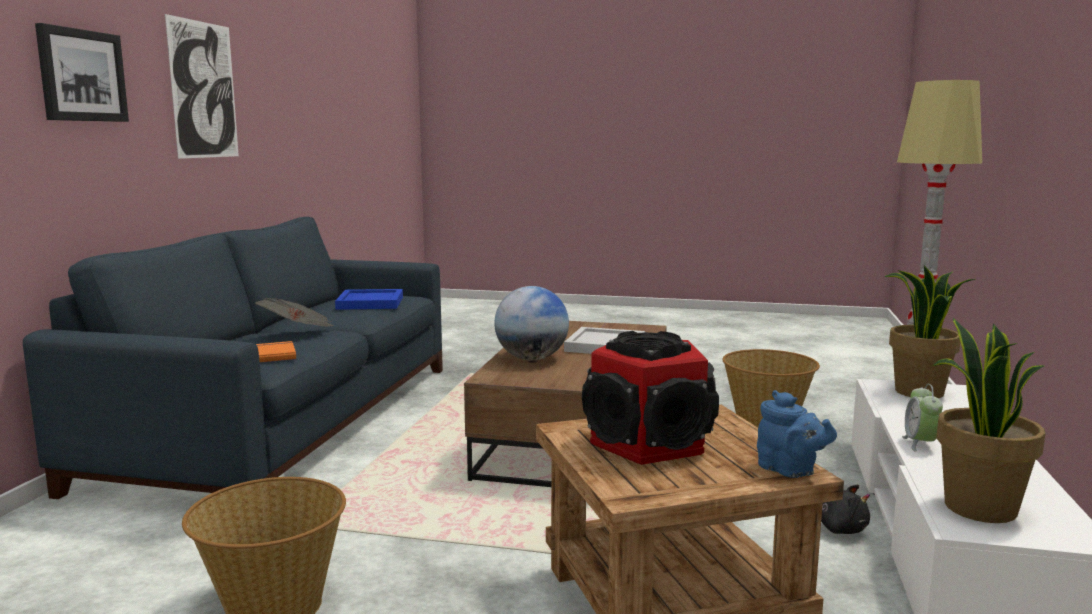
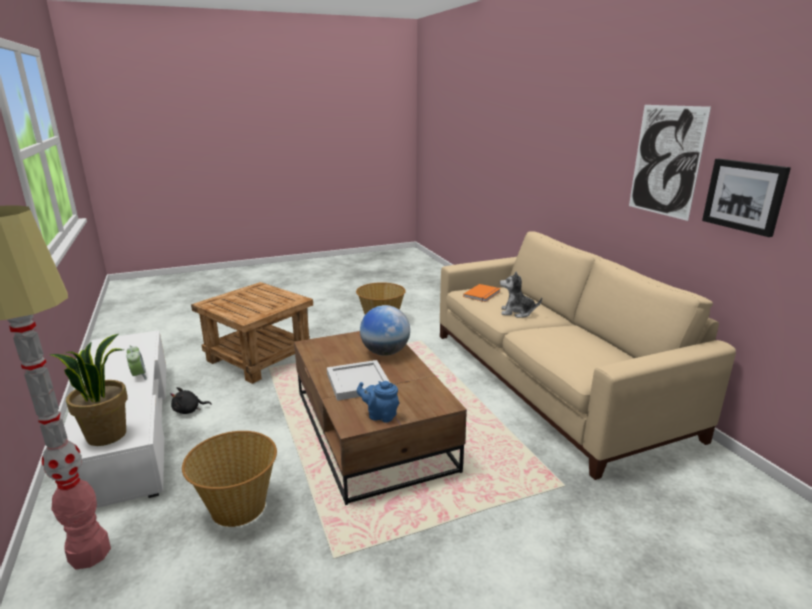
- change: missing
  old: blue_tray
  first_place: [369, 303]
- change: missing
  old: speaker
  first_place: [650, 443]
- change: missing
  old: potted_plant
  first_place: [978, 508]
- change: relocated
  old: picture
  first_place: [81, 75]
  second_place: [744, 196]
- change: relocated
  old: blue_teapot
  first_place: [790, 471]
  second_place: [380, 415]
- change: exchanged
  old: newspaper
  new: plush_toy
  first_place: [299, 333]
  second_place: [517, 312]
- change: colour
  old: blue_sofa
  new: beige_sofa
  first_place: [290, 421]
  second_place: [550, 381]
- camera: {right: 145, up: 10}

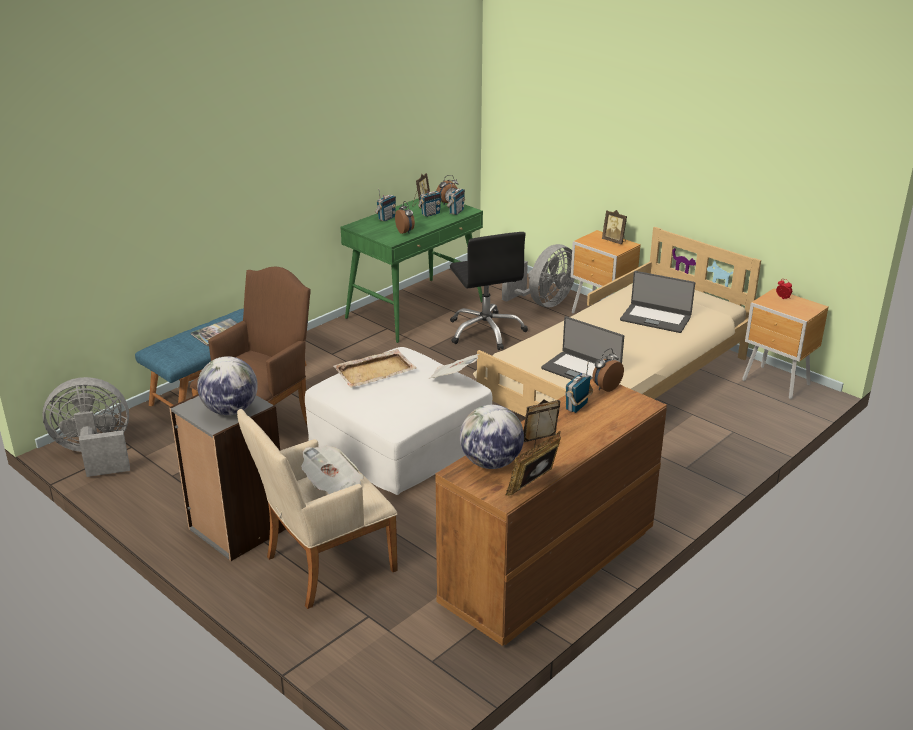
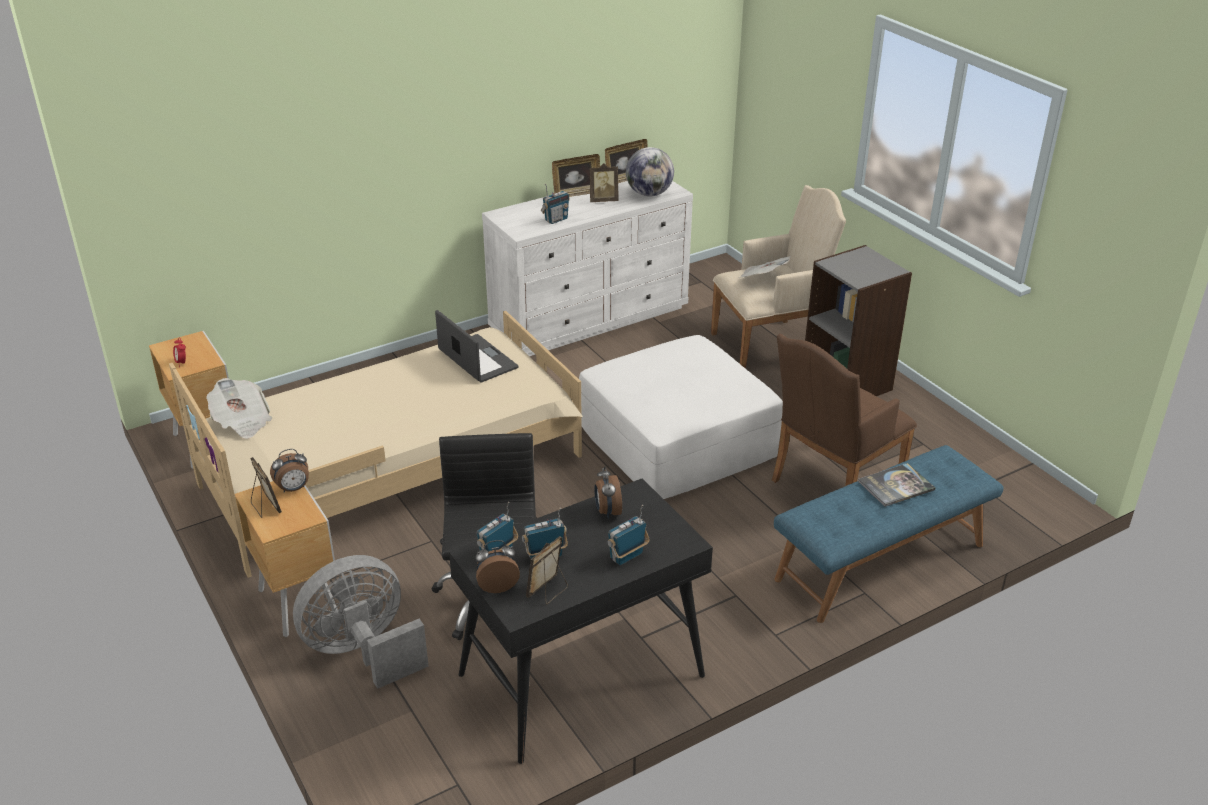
- change: missing
  old: grey_fan
  first_place: [96, 454]
- change: missing
  old: globe
  first_place: [230, 410]
- change: missing
  old: beige_tray
  first_place: [375, 370]
- change: missing
  old: laptop
  first_place: [655, 318]
- change: appeared
  new: picture_frame
  second_place: [576, 193]
- change: relocated
  old: newspaper
  first_place: [453, 378]
  second_place: [242, 421]
- change: relocated
  old: alarm_clock
  first_place: [605, 387]
  second_place: [293, 489]
- change: colour
  old: green_desk
  new: black_desk
  first_place: [415, 309]
  second_place: [581, 677]
- change: colour
  old: brown_dresser
  new: white_dresser
  first_place: [548, 568]
  second_place: [590, 317]
- camera: {right: -165, up: 5}

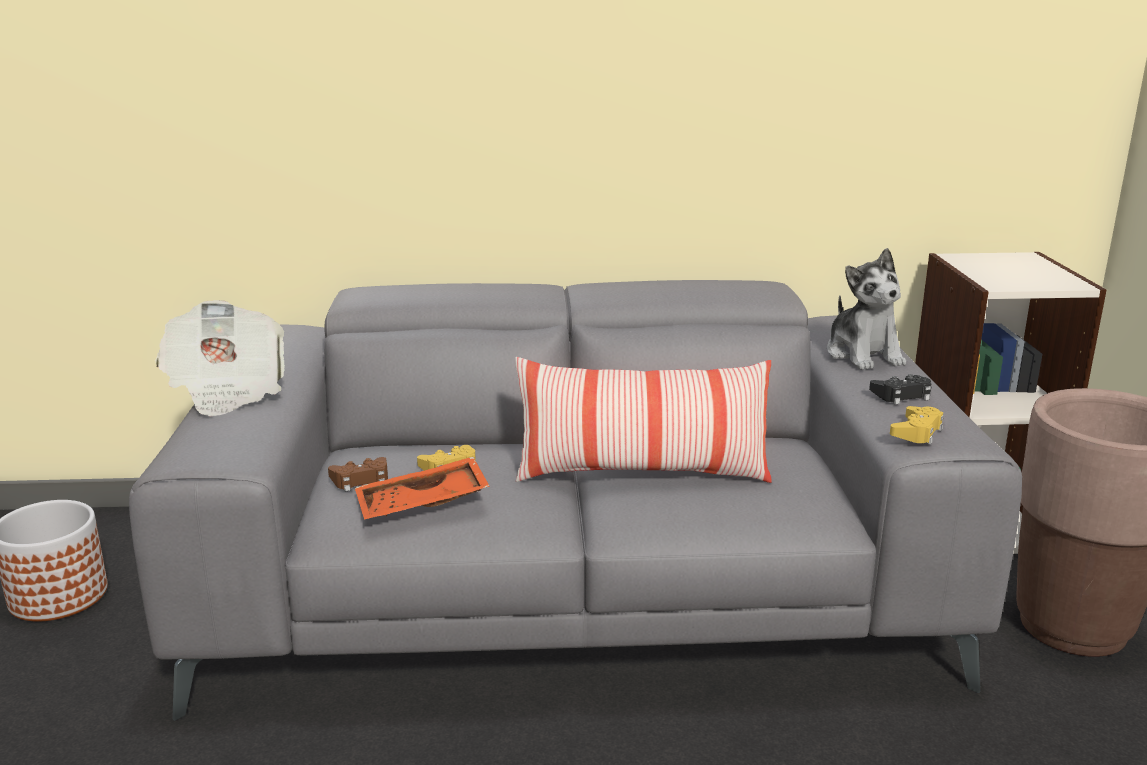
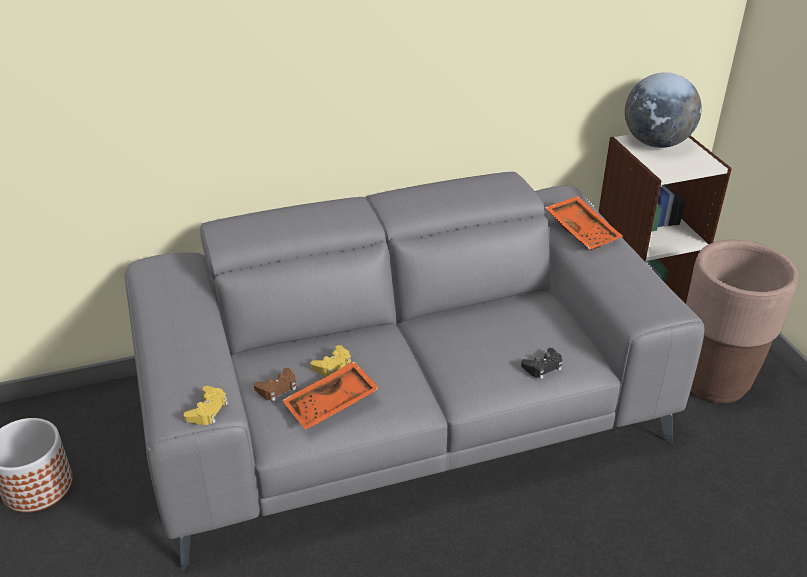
- change: missing
  old: newspaper
  first_place: [226, 390]
- change: missing
  old: pillow
  first_place: [642, 474]
- change: appeared
  new: globe
  second_place: [656, 143]
- change: relocated
  old: black_game_controller
  first_place: [902, 395]
  second_place: [543, 367]
- change: relocated
  old: yellow_game_controller
  first_place: [917, 432]
  second_place: [207, 410]
- change: exchanged
  old: plush_toy
  new: orange_tray
  first_place: [863, 355]
  second_place: [583, 230]
- camera: {right: -15, up: 15}

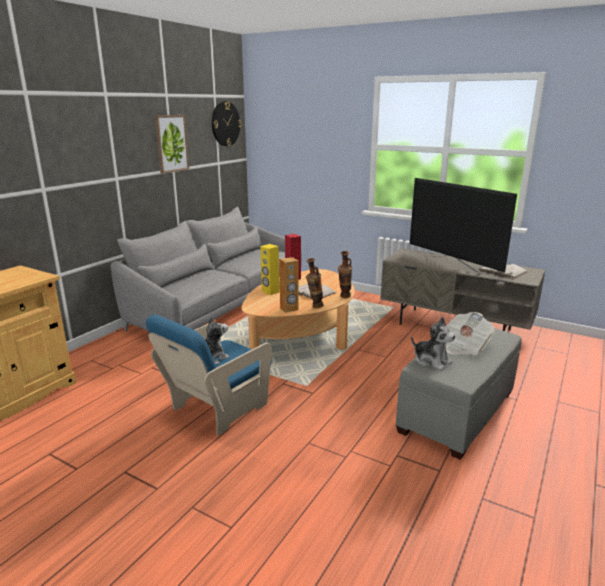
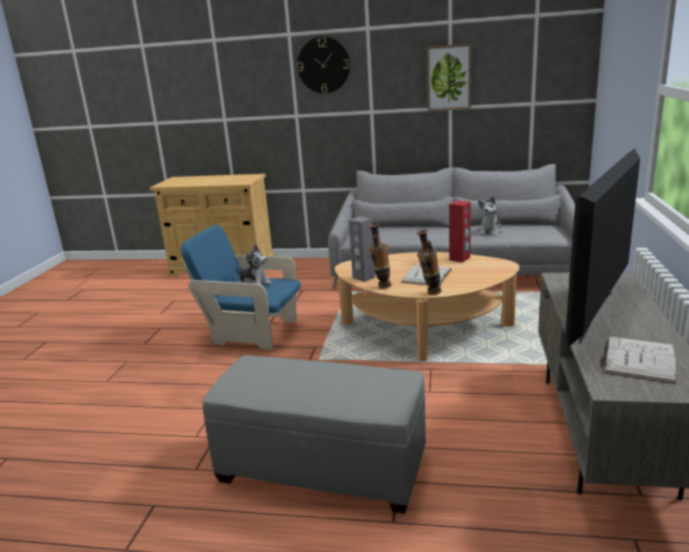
- change: missing
  old: yellow_speaker
  first_place: [270, 292]
- change: missing
  old: newspaper
  first_place: [464, 346]
- change: relocated
  old: wall_clock
  first_place: [225, 124]
  second_place: [323, 65]
- change: relocated
  old: plush_toy
  first_place: [431, 361]
  second_place: [490, 231]
- change: colour
  old: brown_speaker
  new: grey_speaker
  first_place: [289, 309]
  second_place: [363, 277]
- camera: {right: 70, up: 0}

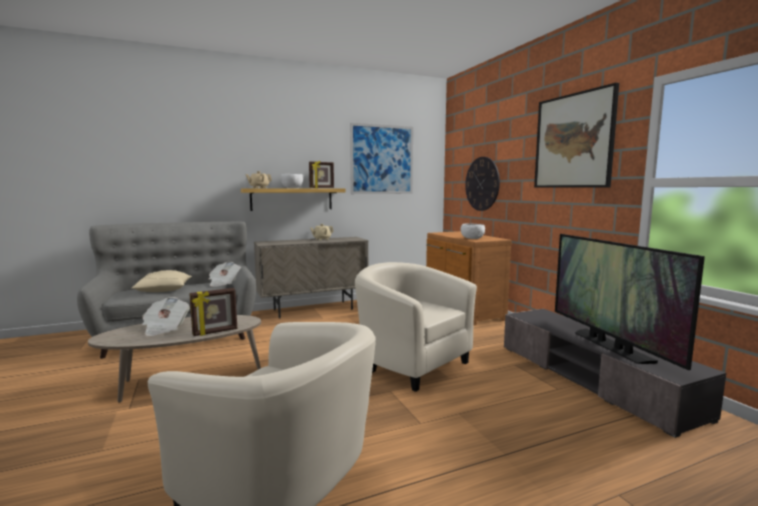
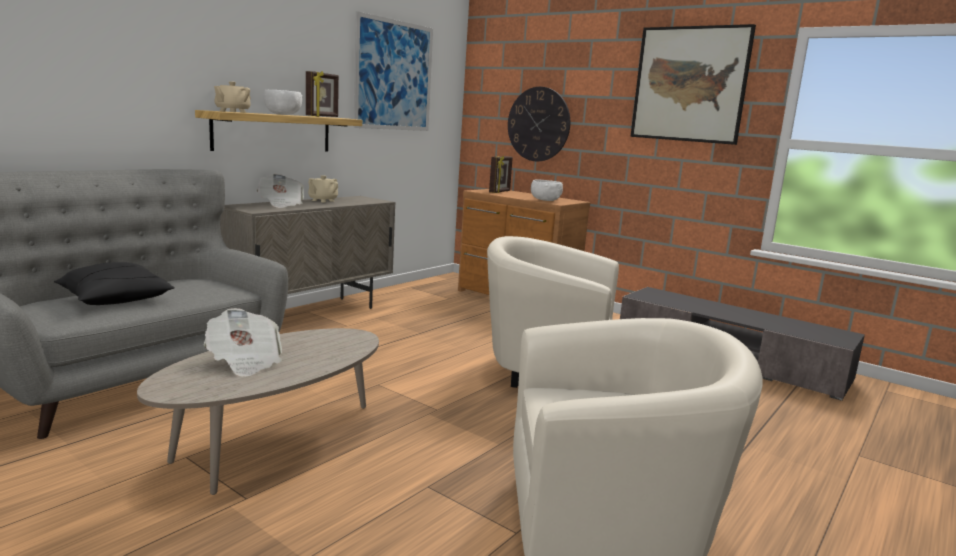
- change: missing
  old: television
  first_place: [610, 346]
- change: relocated
  old: picture_frame
  first_place: [215, 332]
  second_place: [500, 192]
- change: relocated
  old: newspaper
  first_place: [224, 283]
  second_place: [281, 204]
- change: colour
  old: beige_pillow
  new: black_pillow
  first_place: [163, 290]
  second_place: [116, 300]
- camera: {right: -30, up: 5}

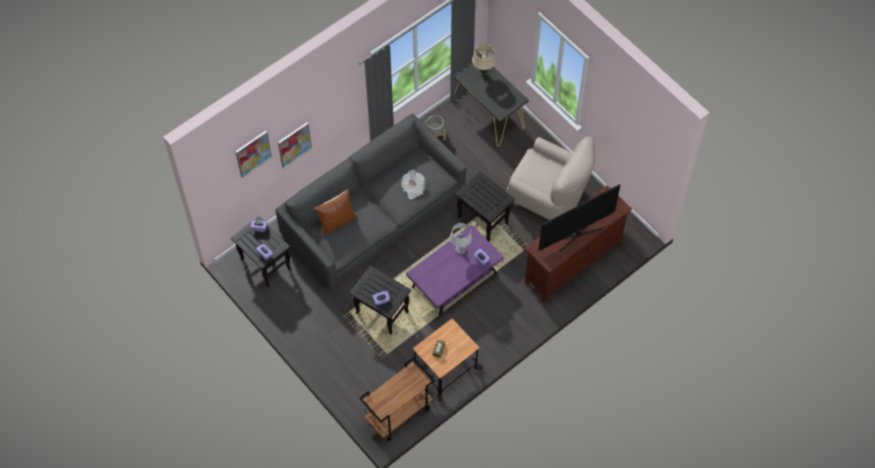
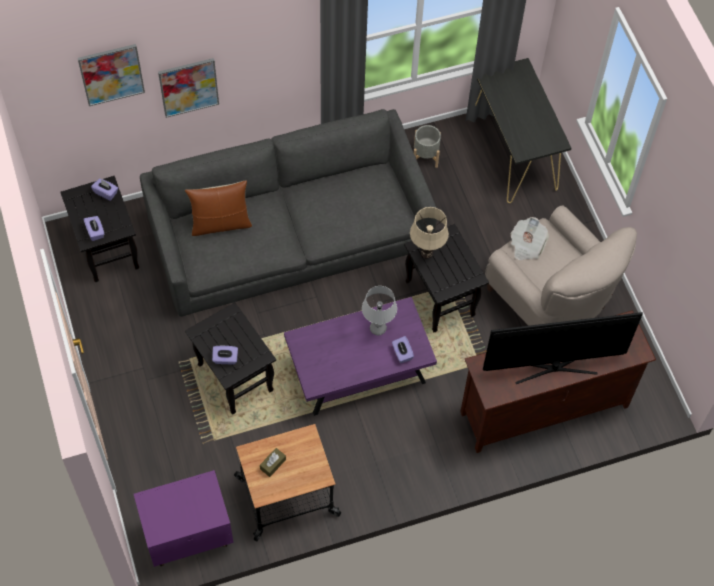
- change: relocated
  old: newspaper
  first_place: [413, 188]
  second_place: [526, 245]
- change: relocated
  old: beige_table_lamp
  first_place: [483, 74]
  second_place: [426, 253]
- change: exchanged
  old: brown_cart
  new: purple_nightstand
  first_place: [398, 414]
  second_place: [188, 536]
- camera: {right: 20, up: 0}

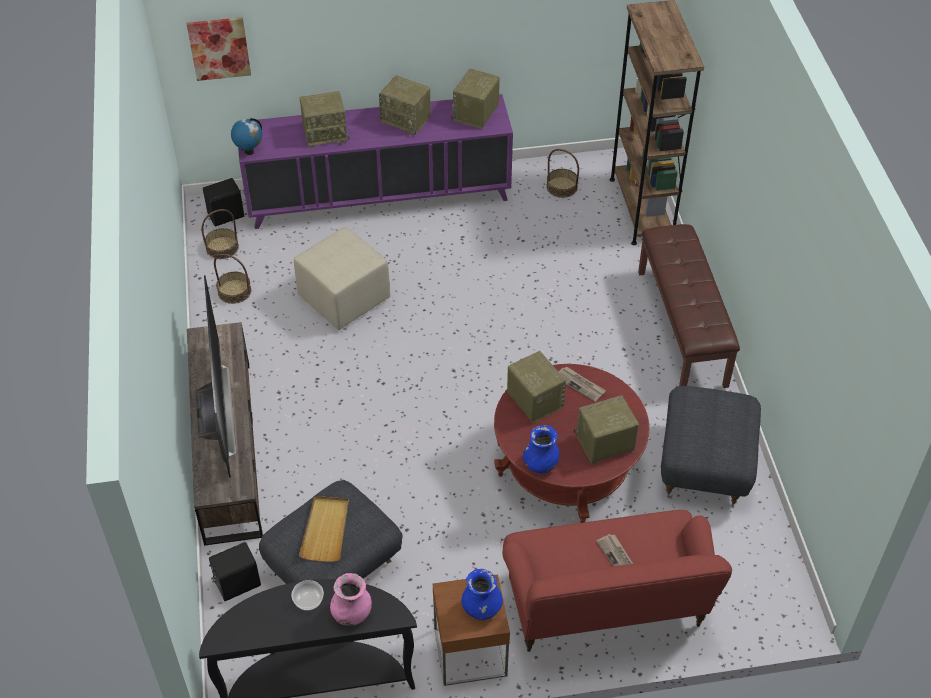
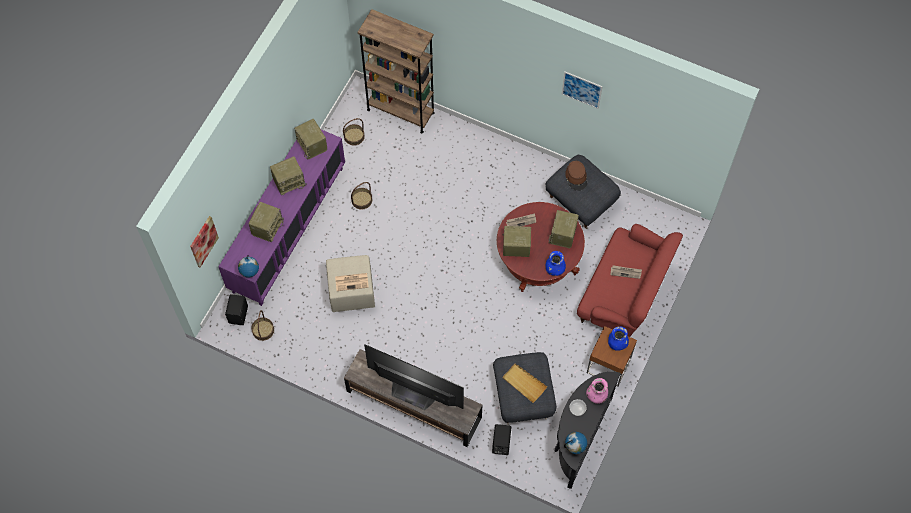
- change: missing
  old: brown_bench
  first_place: [683, 328]
- change: appeared
  new: newspaper
  second_place: [352, 281]
- change: appeared
  new: picture
  second_place: [581, 89]
- change: appeared
  new: globe
  second_place: [575, 448]
- change: appeared
  new: brown_hat
  second_place: [576, 177]
- change: relocated
  old: basket
  first_place: [234, 291]
  second_place: [361, 200]
- camera: {right: -55, up: 15}

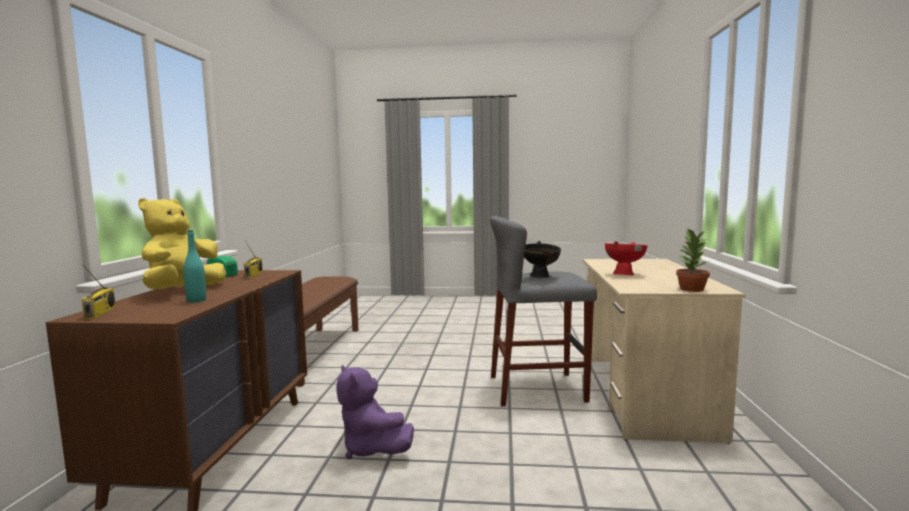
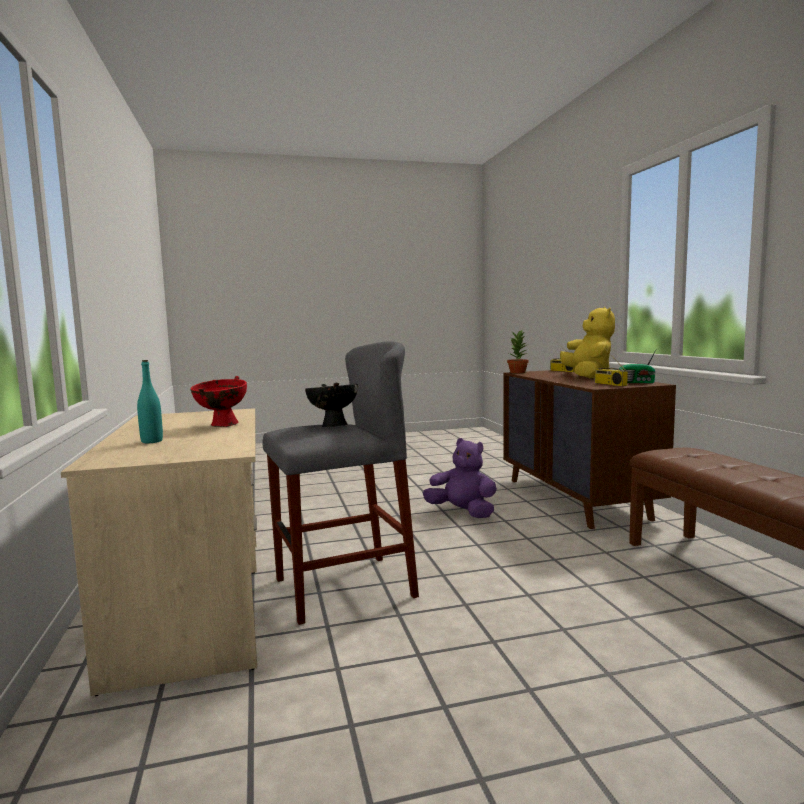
- change: relocated
  old: turquoise_bottle
  first_place: [196, 300]
  second_place: [152, 441]
- change: relocated
  old: potted_plant
  first_place: [691, 289]
  second_place: [518, 372]
- camera: {right: 160, up: 0}

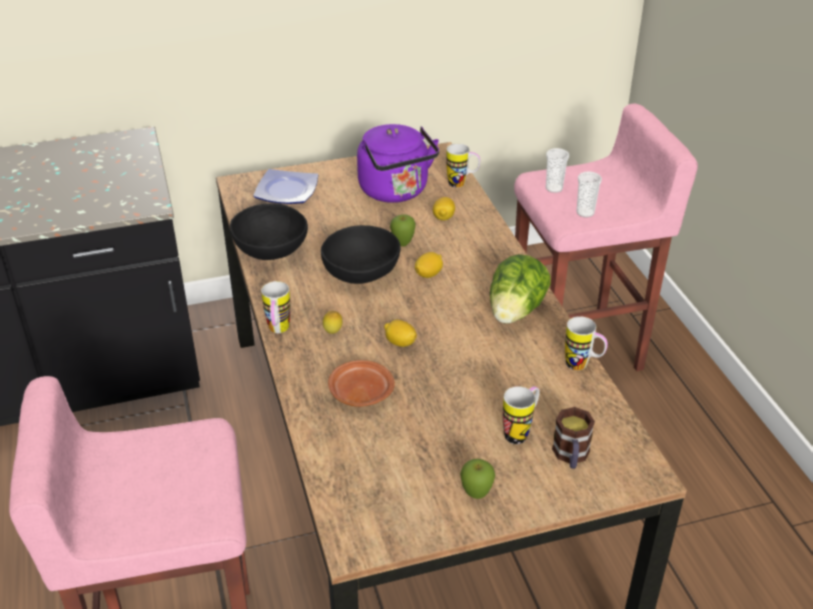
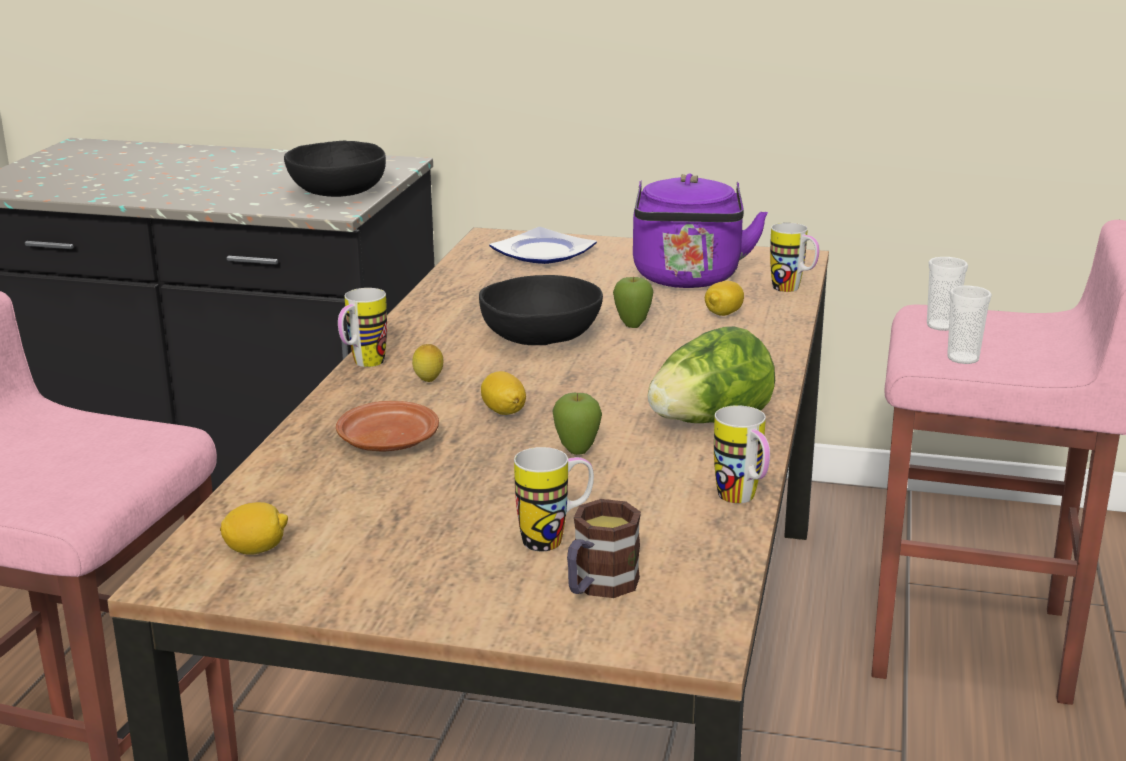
- change: relocated
  old: black_bowl
  first_place: [270, 249]
  second_place: [336, 192]
- change: relocated
  old: lemon
  first_place: [428, 274]
  second_place: [256, 549]
- change: relocated
  old: apple
  first_place: [476, 495]
  second_place: [577, 452]
- camera: {right: 30, up: -15}

